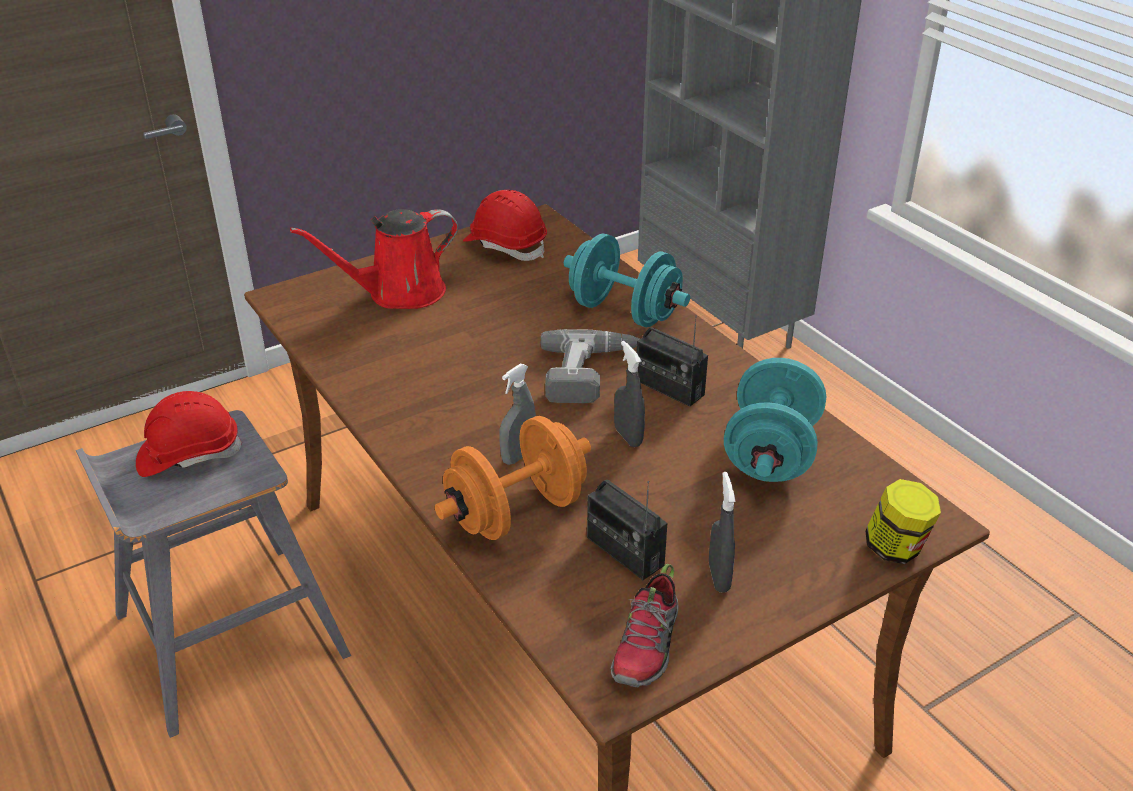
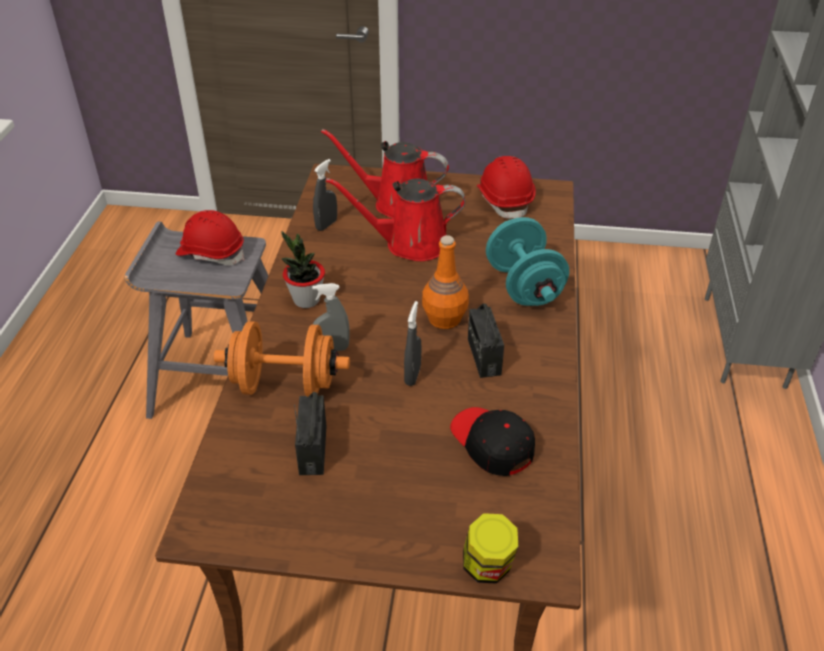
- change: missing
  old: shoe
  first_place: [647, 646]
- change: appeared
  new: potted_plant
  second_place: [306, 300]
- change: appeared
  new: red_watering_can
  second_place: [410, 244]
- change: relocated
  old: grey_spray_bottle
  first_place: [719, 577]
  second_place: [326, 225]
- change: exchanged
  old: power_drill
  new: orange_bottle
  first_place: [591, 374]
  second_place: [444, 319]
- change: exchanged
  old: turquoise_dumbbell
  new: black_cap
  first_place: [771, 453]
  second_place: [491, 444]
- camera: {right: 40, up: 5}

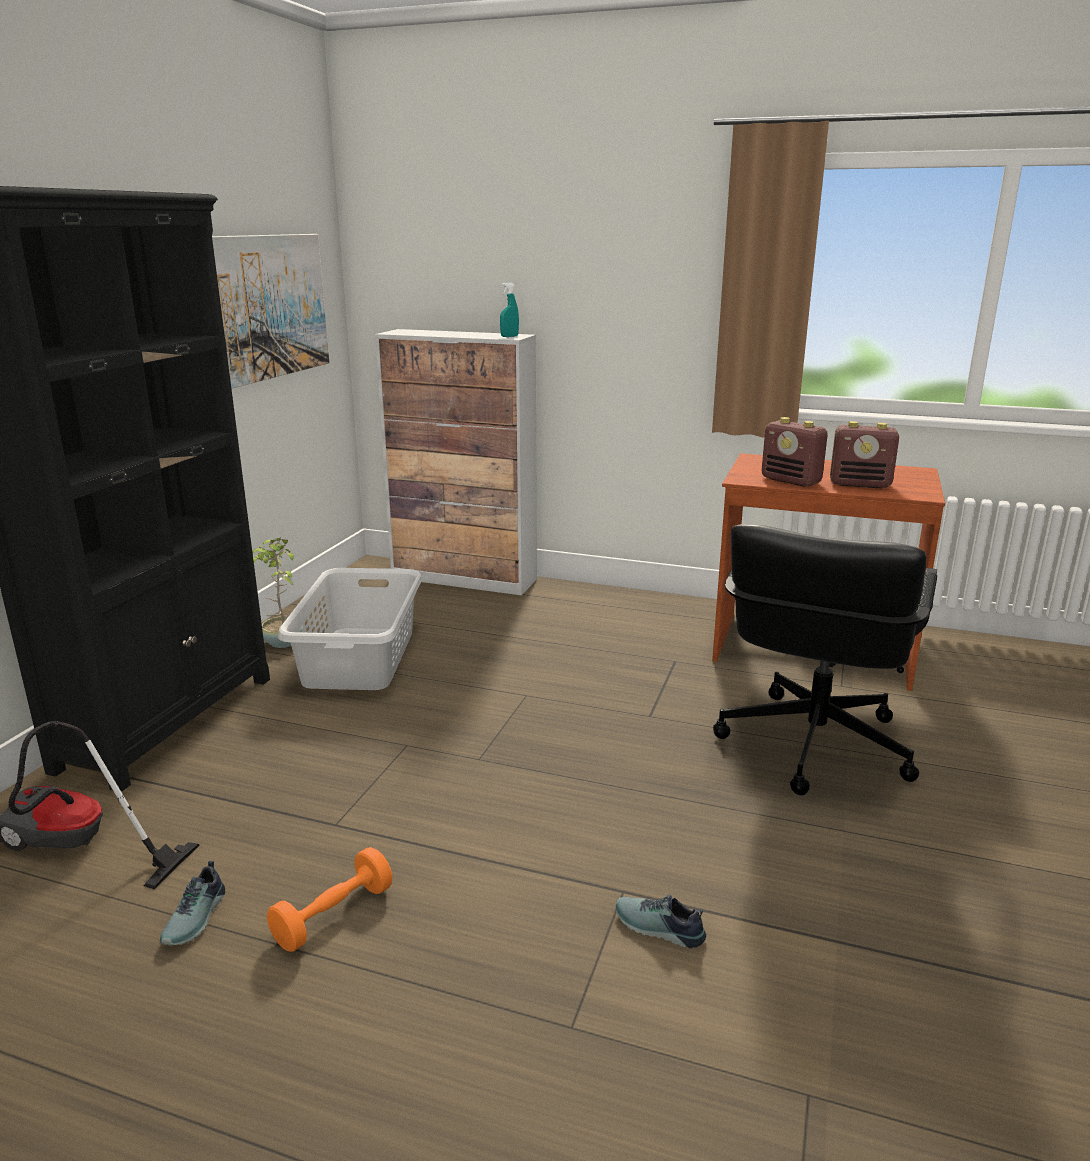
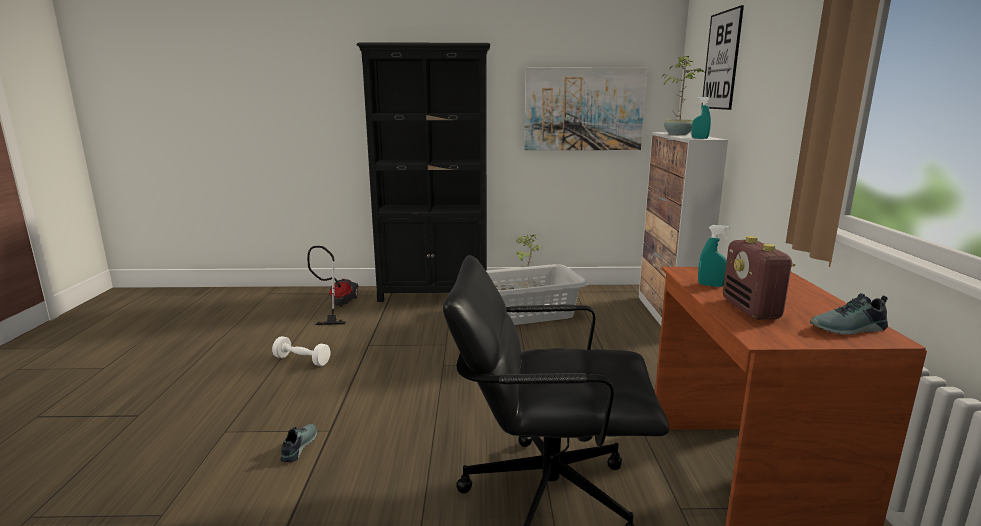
- change: appeared
  new: potted_plant
  second_place: [678, 134]
- change: appeared
  new: picture
  second_place: [721, 61]
- change: relocated
  old: shoe
  first_place: [197, 918]
  second_place: [850, 329]
- change: exchanged
  old: radio
  new: turquoise_spray_bottle
  first_place: [791, 481]
  second_place: [711, 285]
- change: colour
  old: orange_dumbbell
  new: white_dumbbell
  first_place: [333, 915]
  second_place: [302, 360]
- camera: {right: 70, up: -5}

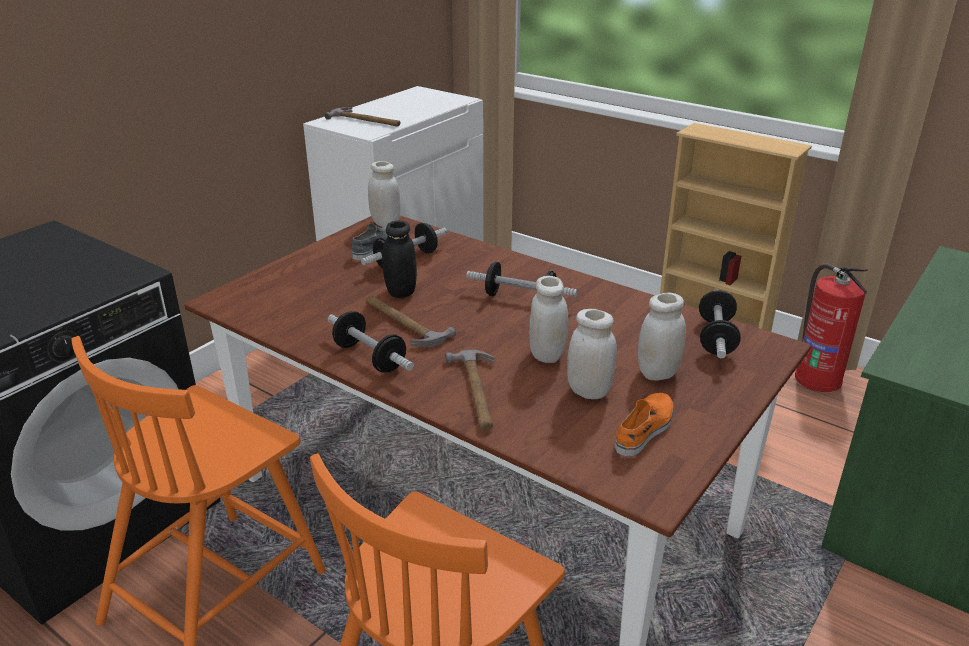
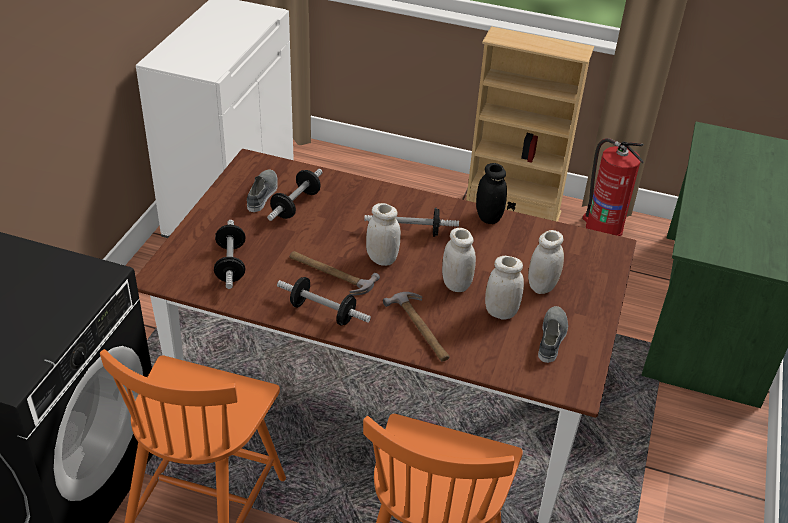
- change: missing
  old: hammer
  first_place: [365, 121]
- change: relocated
  old: white_jar
  first_place: [385, 223]
  second_place: [382, 259]
- change: relocated
  old: black_jar
  first_place: [401, 291]
  second_place: [488, 217]
- change: relocated
  old: dumbbell
  first_place: [716, 338]
  second_place: [231, 264]
- change: colour
  old: orange_shoe
  new: grey_shoe
  first_place: [645, 429]
  second_place: [552, 337]
- camera: {right: -20, up: 10}

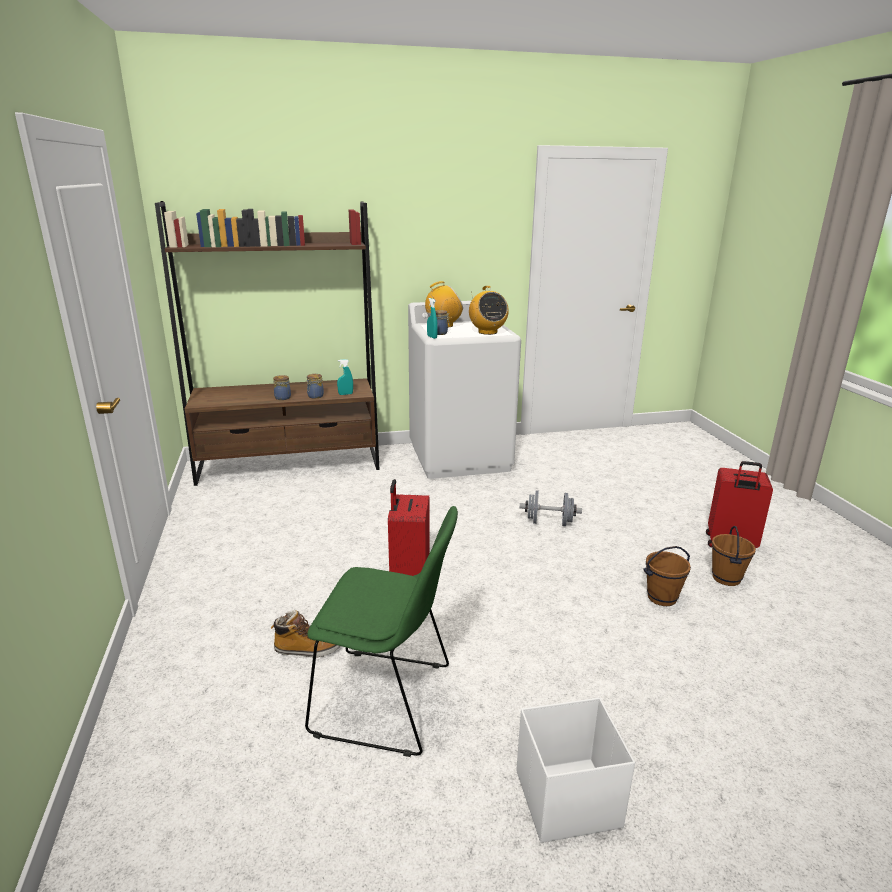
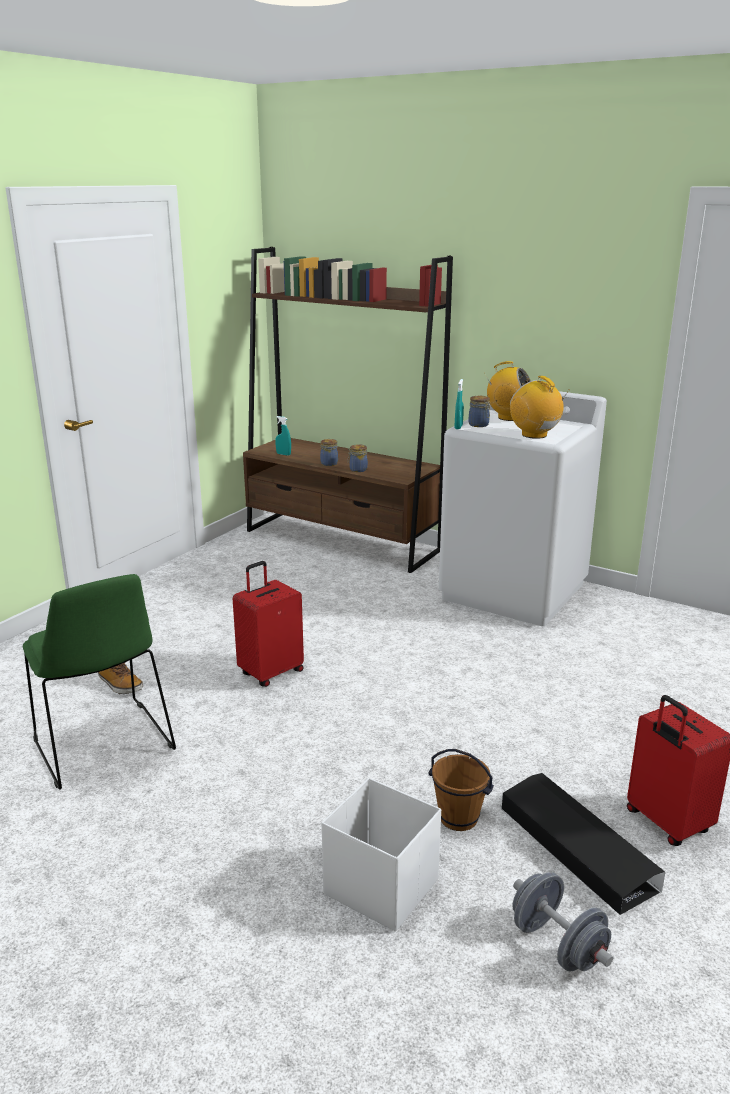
- change: relocated
  old: turquoise_spray_bottle
  first_place: [345, 394]
  second_place: [283, 454]
- change: relocated
  old: white_storage_box
  first_place: [565, 799]
  second_place: [380, 886]
- change: relocated
  old: grey_dumbbell
  first_place: [549, 522]
  second_place: [557, 944]
- change: exchanged
  old: brown_bucket
  new: black_storage_box
  first_place: [725, 578]
  second_place: [576, 847]
- change: spun
  old: radio
  first_place: [487, 332]
  second_place: [534, 435]
  degrees: 120
- camera: {right: 45, up: 0}

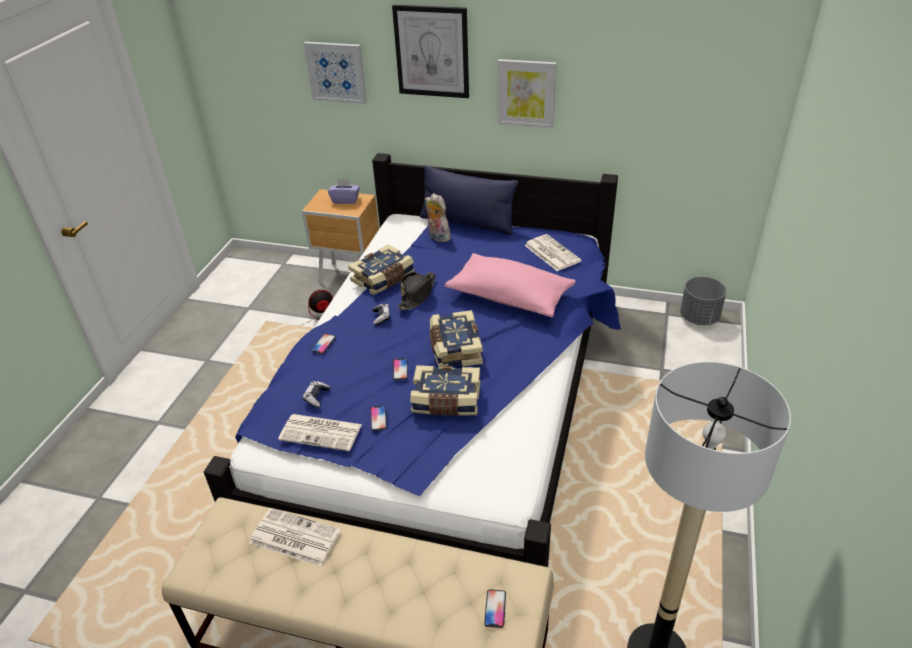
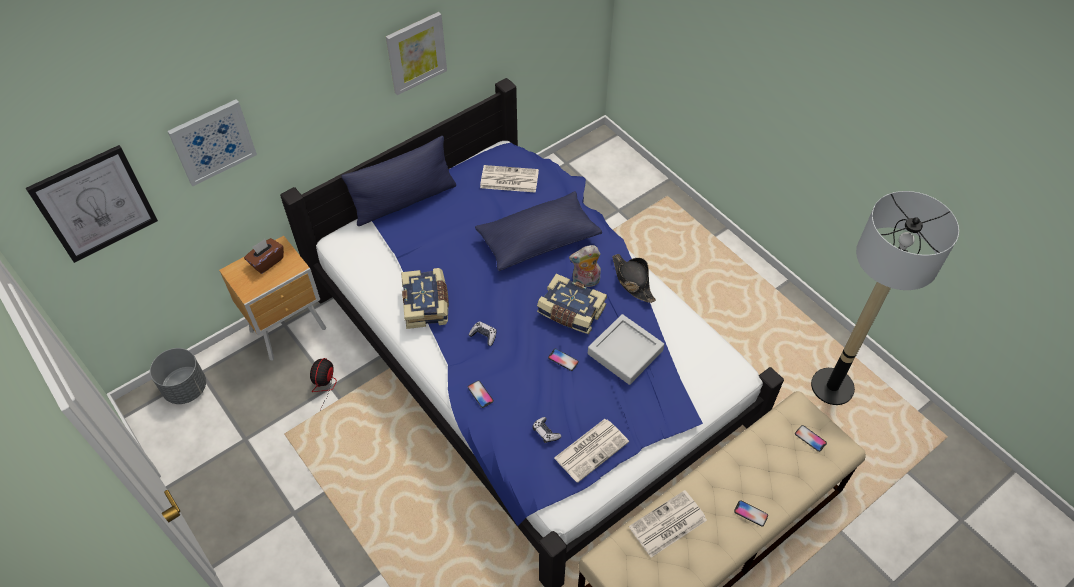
- change: relocated
  old: phone
  first_place: [378, 418]
  second_place: [751, 513]
- change: relocated
  old: picture
  first_place: [432, 51]
  second_place: [95, 204]
- change: relocated
  old: black_hat
  first_place: [417, 294]
  second_place: [632, 281]
- change: relocated
  old: plush_toy
  first_place: [437, 237]
  second_place: [585, 282]
- change: relocated
  old: grey_planter
  first_place: [699, 317]
  second_place: [186, 388]
- change: exchanged
  old: book
  new: grey_tray
  first_place: [446, 401]
  second_place: [625, 352]
- change: colour
  old: purple_tissue_box
  new: brown_tissue_box
  first_place: [345, 200]
  second_place: [267, 261]
- change: colour
  old: pink_pillow
  new: blue_pillow
  first_place: [510, 297]
  second_place: [538, 240]
- camera: {right: -55, up: 15}

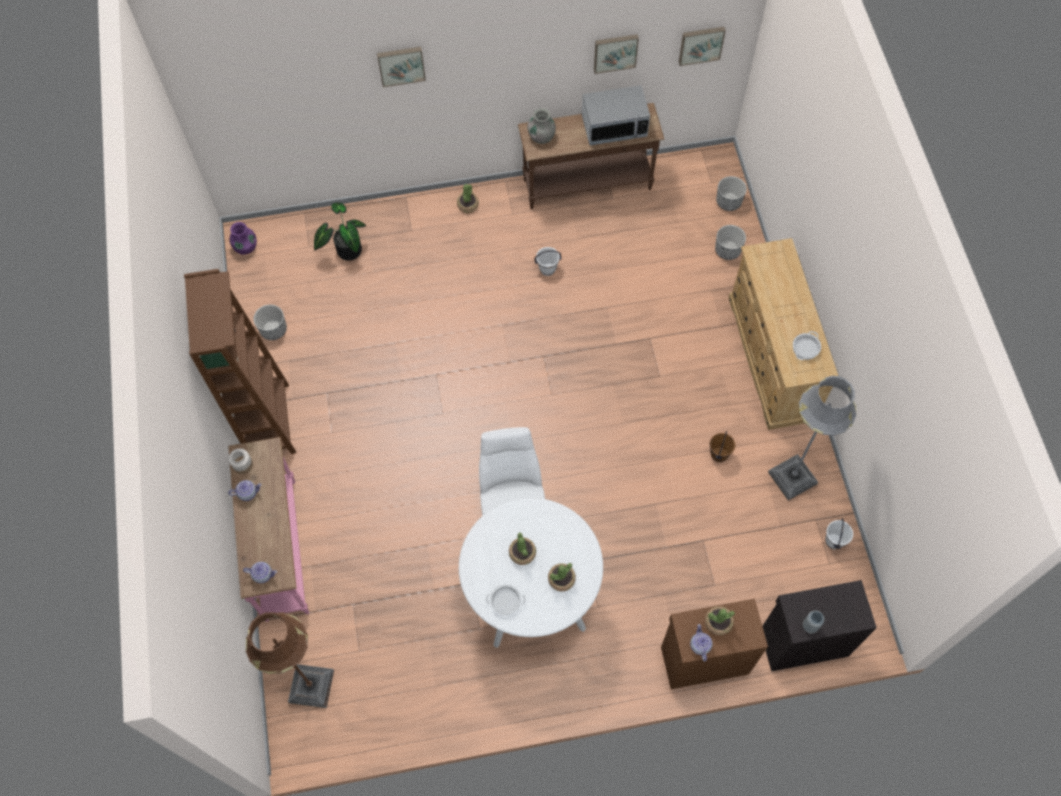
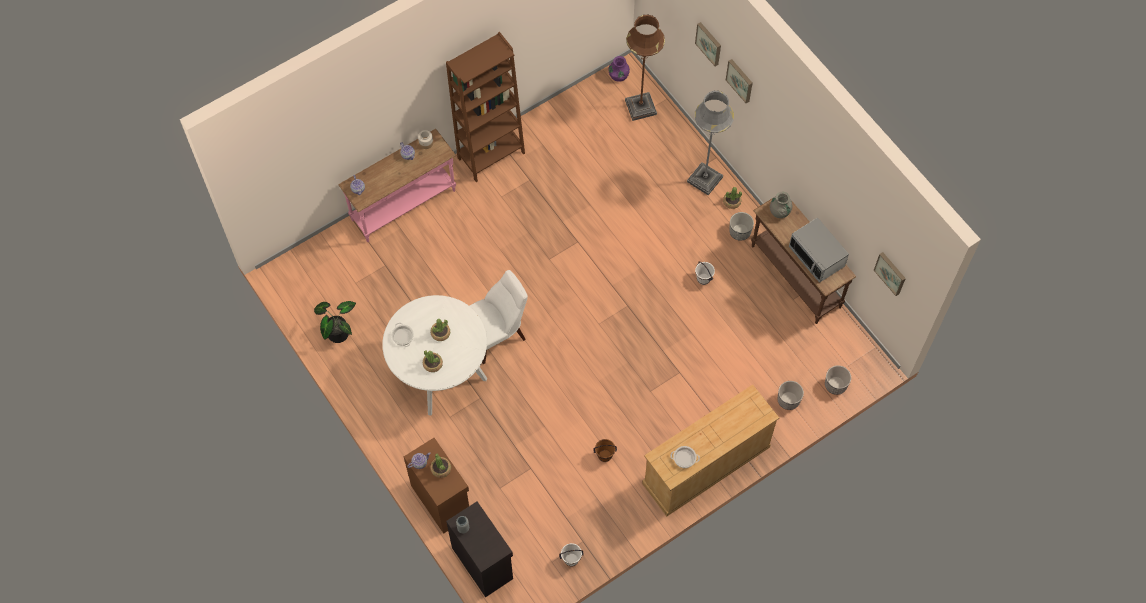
- change: relocated
  old: brown_floor_lamp
  first_place: [311, 686]
  second_place: [640, 107]
- change: relocated
  old: planter
  first_place: [274, 330]
  second_place: [739, 232]
- change: relocated
  old: potted_plant
  first_place: [346, 250]
  second_place: [337, 331]
- change: relocated
  old: picture
  first_place: [615, 52]
  second_place: [709, 43]
- change: relocated
  old: grey_floor_lamp
  first_place: [792, 478]
  second_place: [705, 179]
- camera: {right: 65, up: 0}

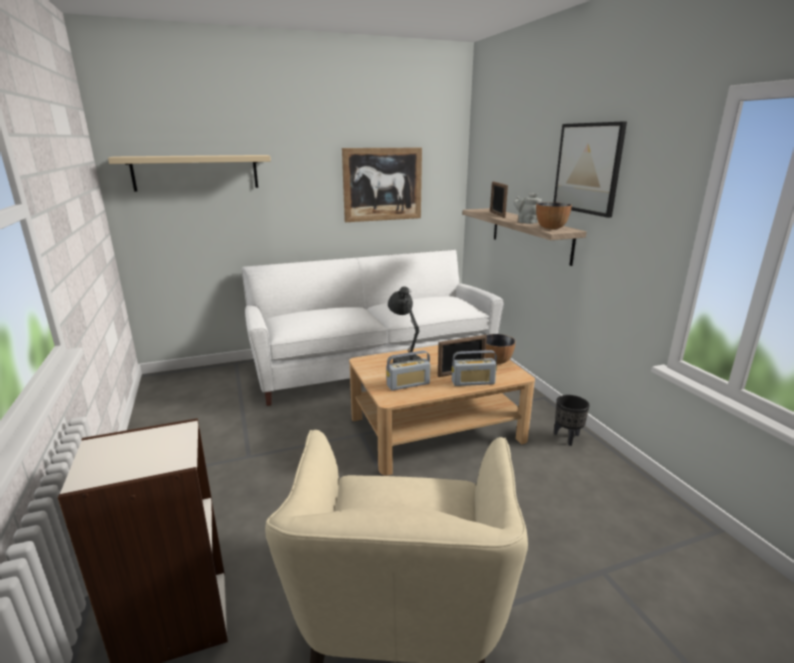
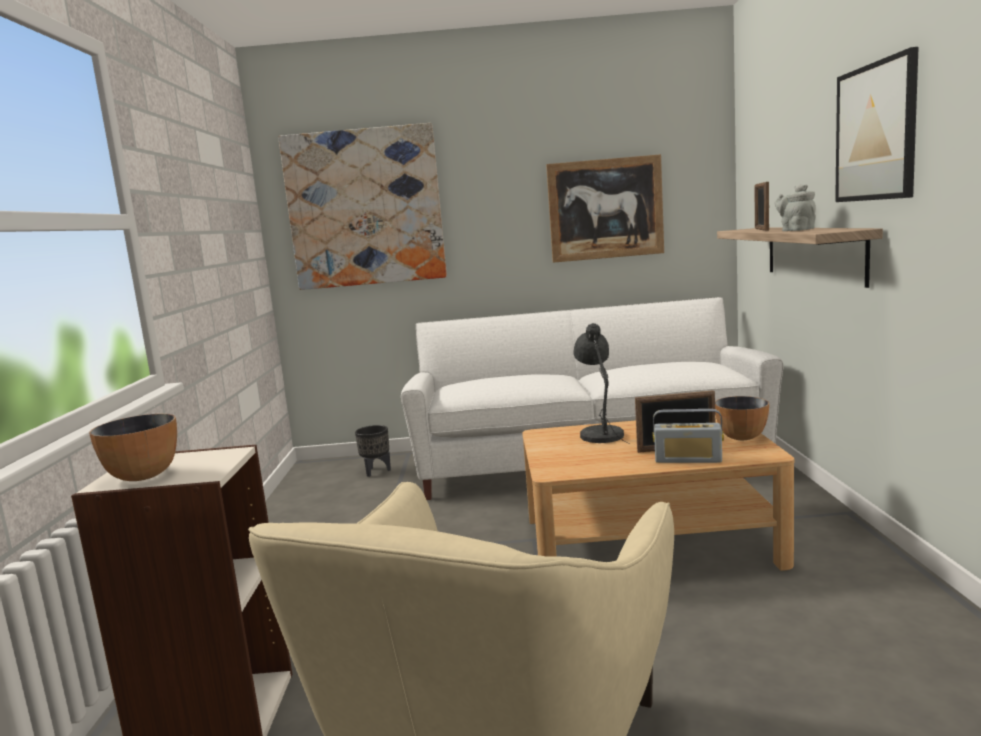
- change: missing
  old: radio
  first_place: [408, 384]
- change: relocated
  old: bowl
  first_place: [550, 228]
  second_place: [142, 476]
- change: relocated
  old: black_planter
  first_place: [567, 438]
  second_place: [376, 471]
- change: exchanged
  old: beige_shelf
  new: picture
  first_place: [196, 172]
  second_place: [365, 208]
- camera: {right: 20, up: -10}

